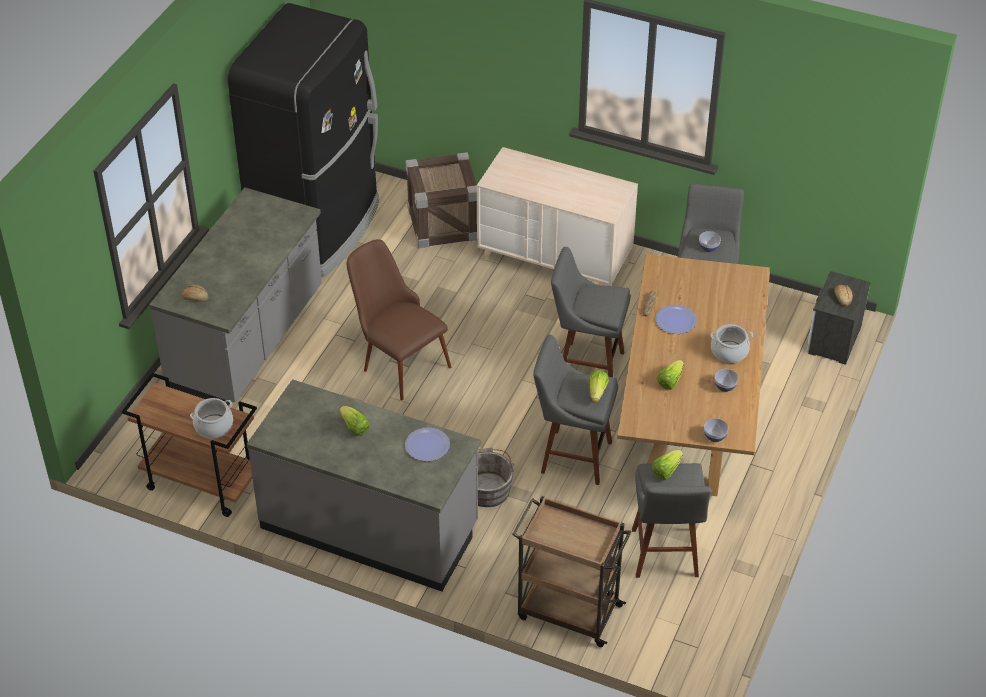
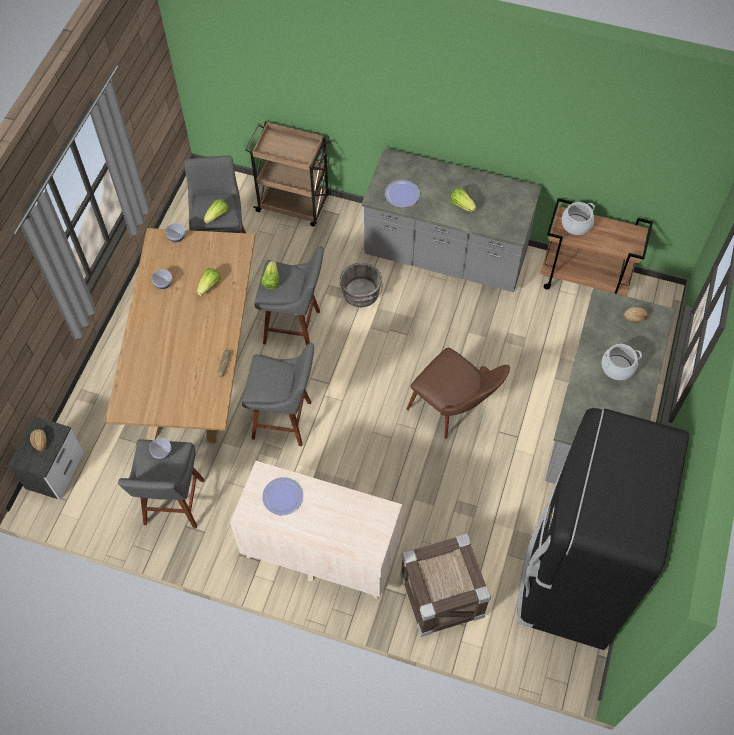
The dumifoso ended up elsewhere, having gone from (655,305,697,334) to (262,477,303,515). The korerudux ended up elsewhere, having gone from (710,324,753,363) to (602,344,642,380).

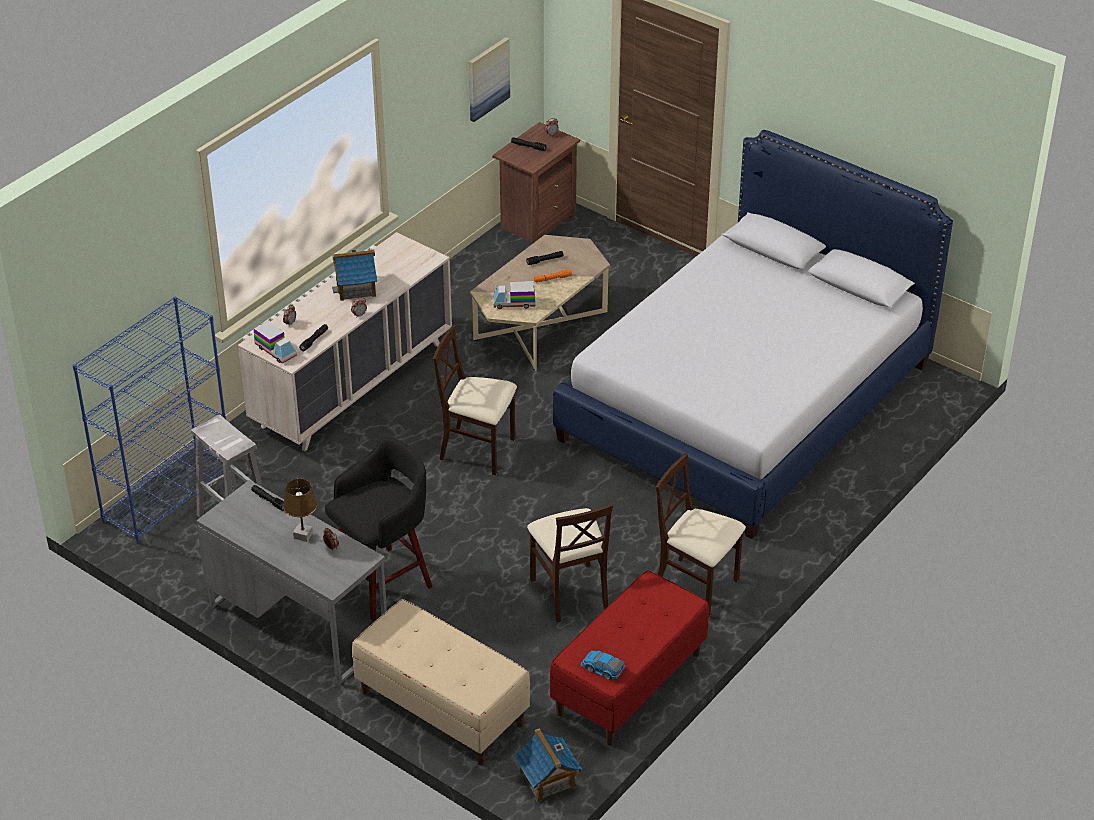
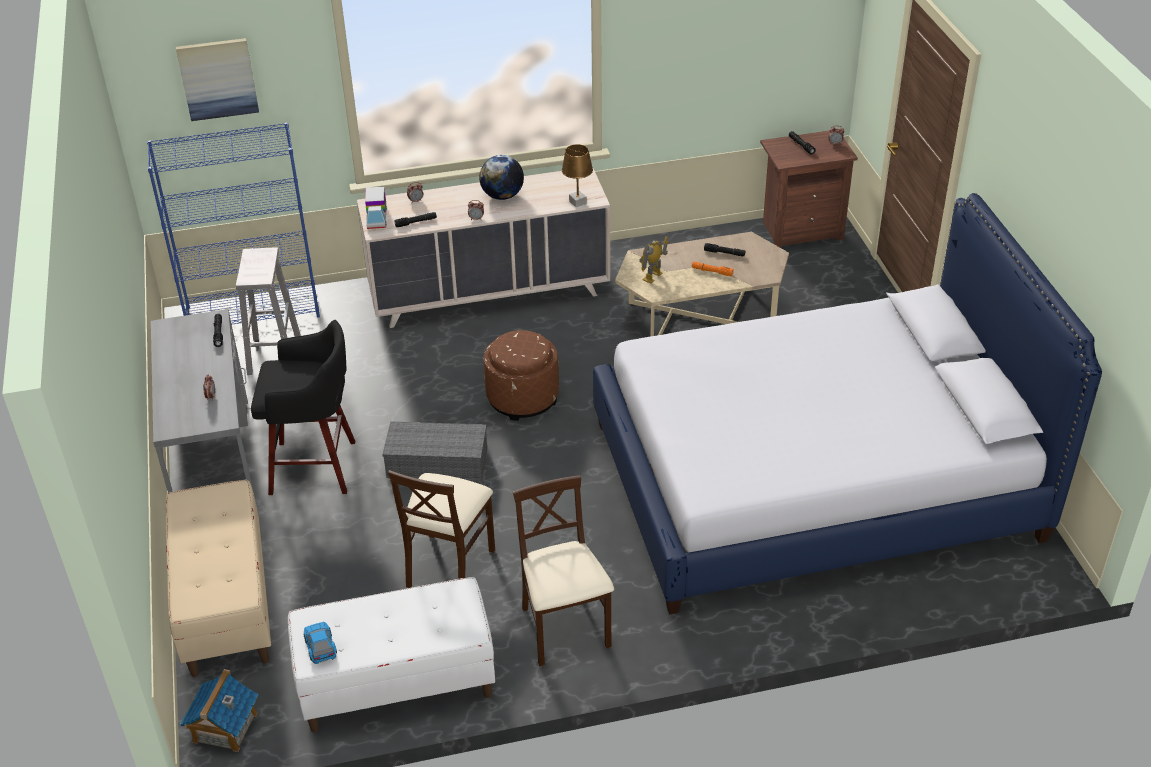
The second view gained the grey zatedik at (382,421,487,481). The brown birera ended up elsewhere, having gone from (283,479,317,542) to (562,144,593,207). The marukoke ended up elsewhere, having gone from (469,37,510,122) to (176,38,259,121). Where the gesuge stood at (332,249,377,301), the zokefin came to stand at (479,155,524,200). Where the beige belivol stood at (433,326,517,476), the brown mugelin came to stand at (483,330,559,421). Where the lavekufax stood at (493,281,535,309), the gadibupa came to stand at (639,236,668,284). What was the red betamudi at (550,570,709,745) turned into the white betamudi at (288,577,495,732).

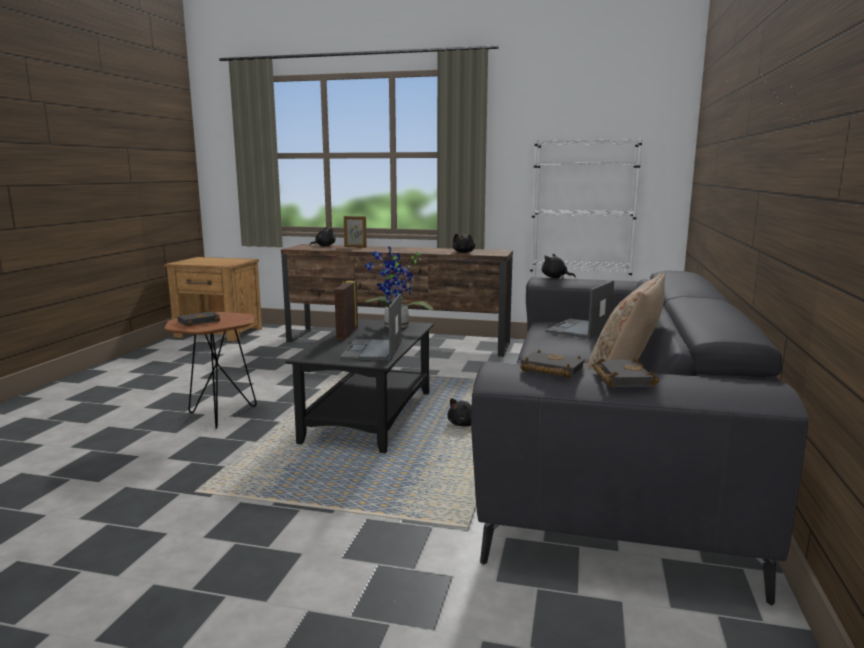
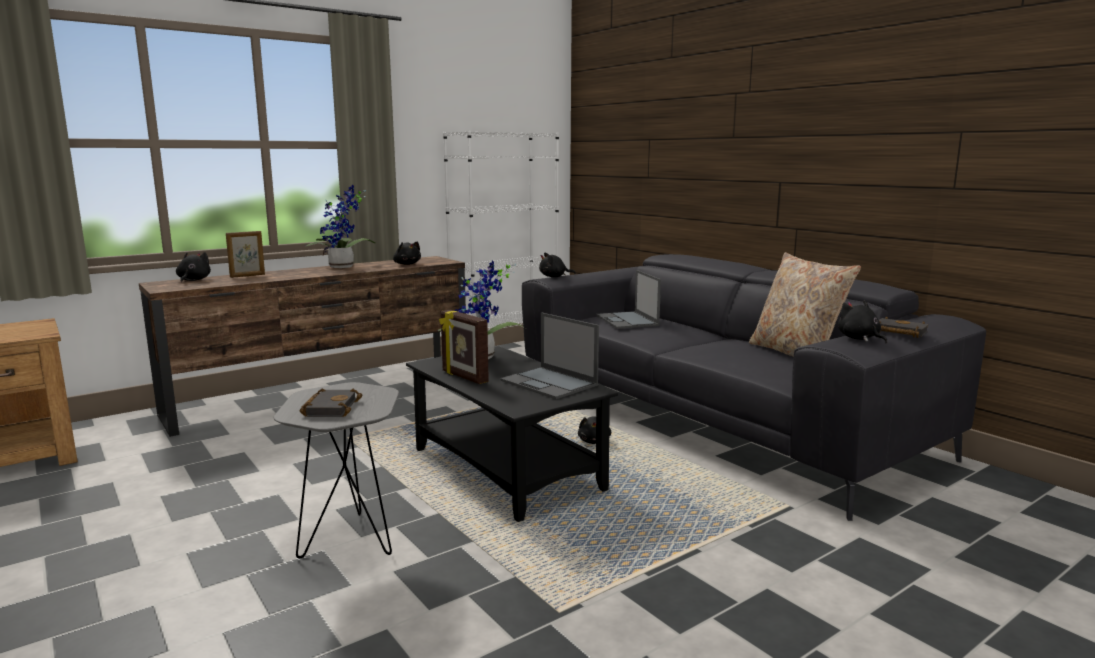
The second view gained the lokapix at (305,185,376,268). Where the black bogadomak stood at (520,350,585,378), the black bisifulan came to stand at (838,300,887,343). What was the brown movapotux at (164,312,257,429) turned into the grey movapotux at (274,382,399,559).

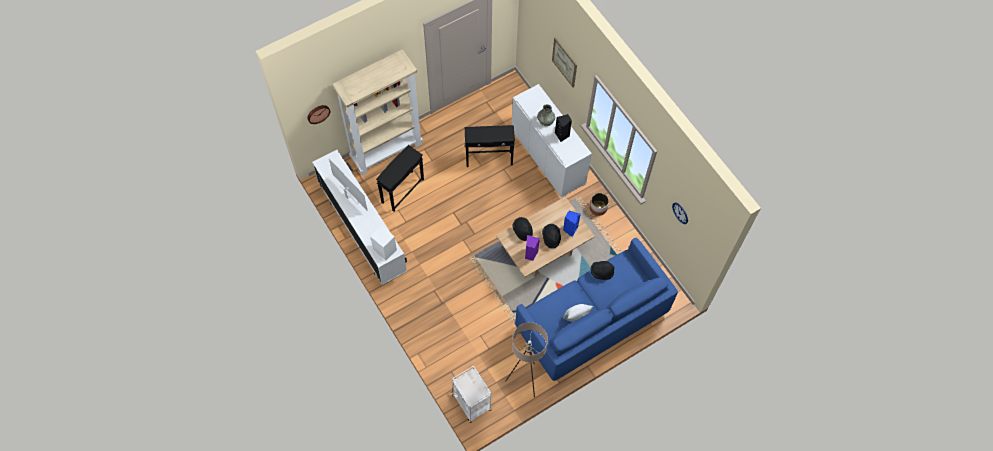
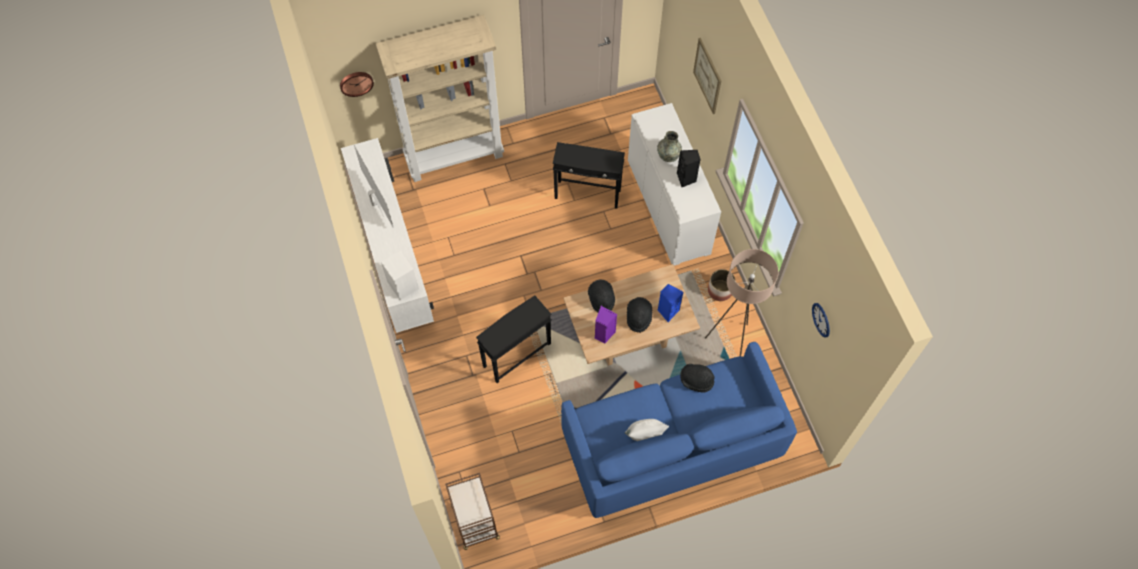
The black movapotux ended up elsewhere, having gone from (376,145,424,212) to (476,295,552,383). The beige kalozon ended up elsewhere, having gone from (506,322,548,397) to (705,249,779,356). What was the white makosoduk at (451,366,492,423) turned into the brown makosoduk at (445,473,500,550).

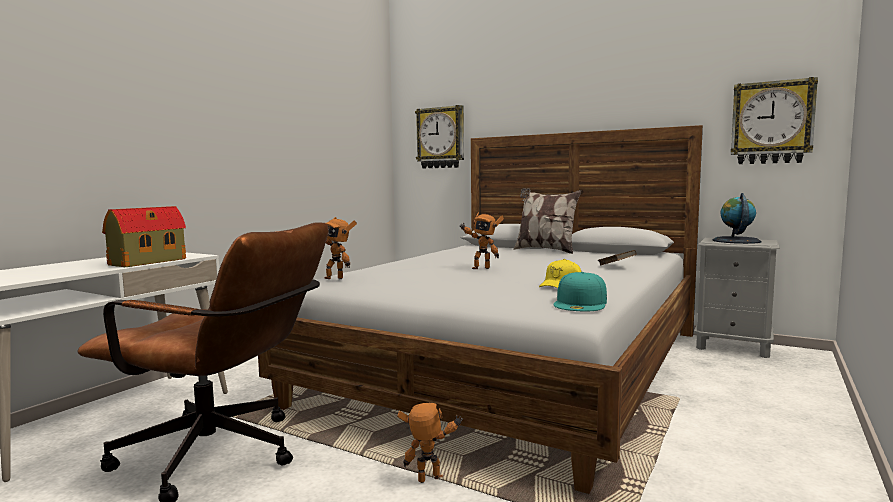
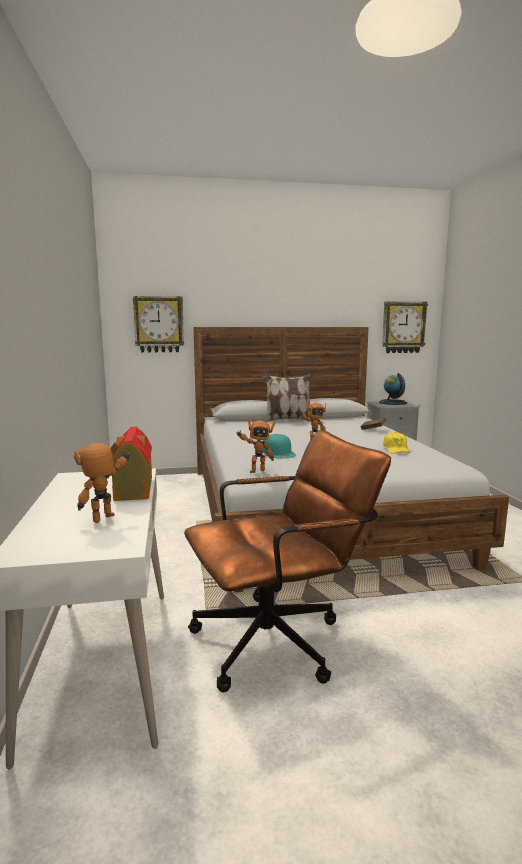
The gadibupa ended up elsewhere, having gone from (397,403,463,483) to (74,442,130,523). The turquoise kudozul ended up elsewhere, having gone from (554,272,607,311) to (262,434,296,458).

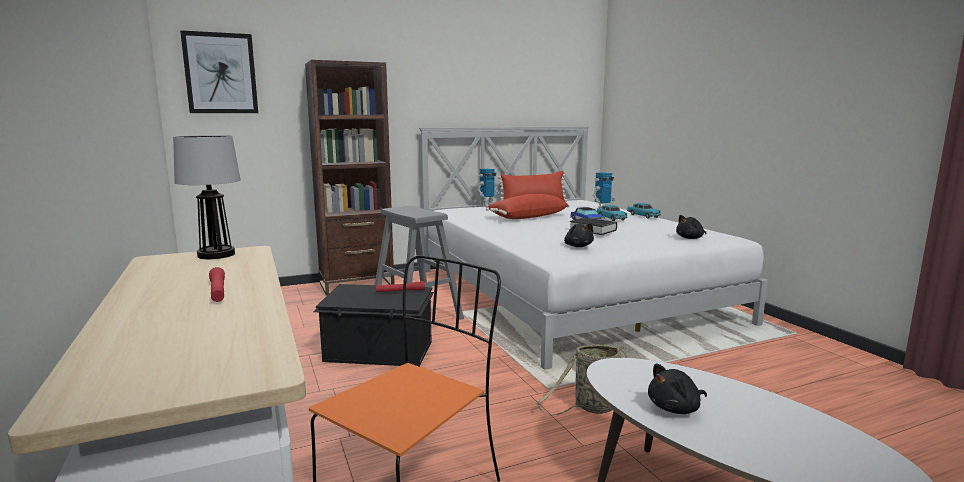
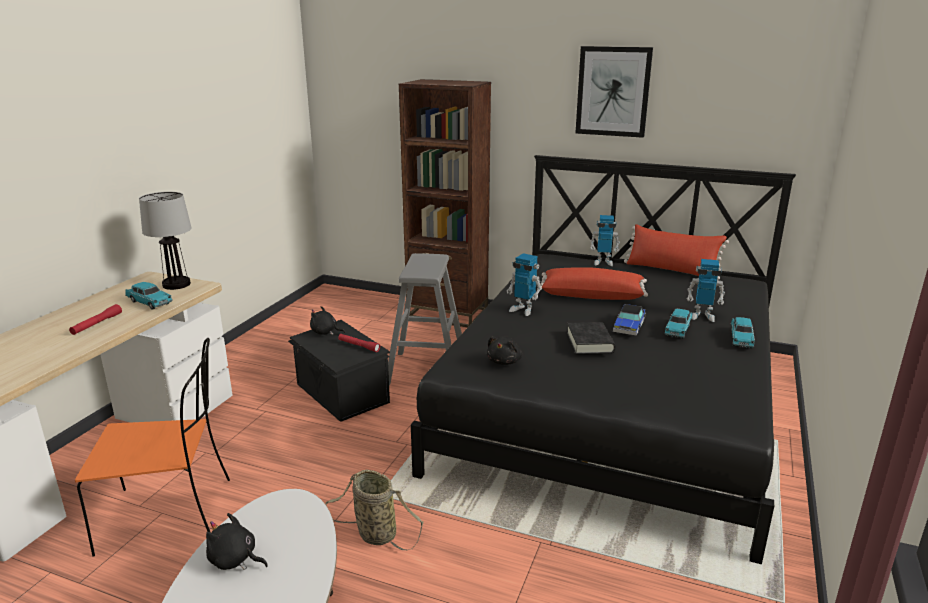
The second view gained the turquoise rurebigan at (125,282,173,310). The second view gained the gadibupa at (507,253,542,316). The marukoke ended up elsewhere, having gone from (180,30,258,113) to (576,46,653,138). The black bisifulan ended up elsewhere, having gone from (676,215,707,239) to (310,306,346,335). What was the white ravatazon at (419,126,768,370) turned into the black ravatazon at (411,155,796,564).

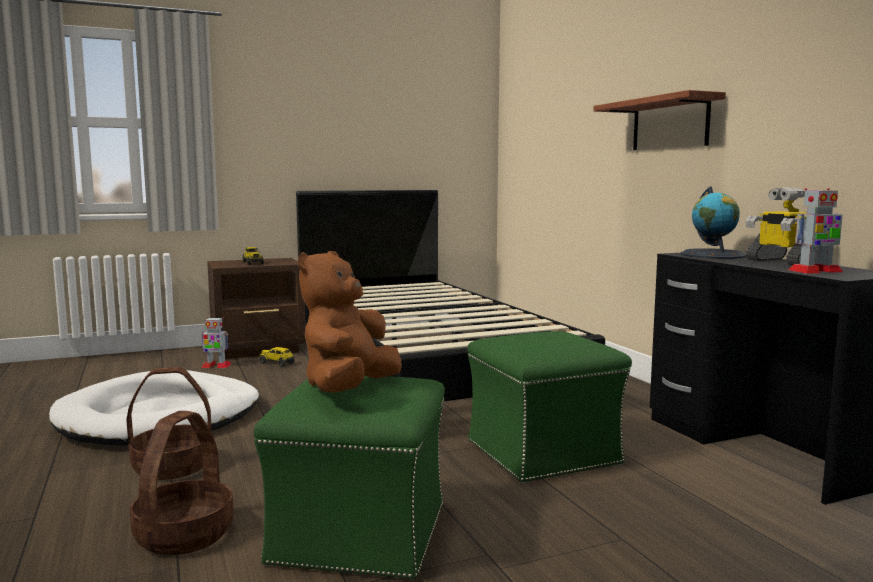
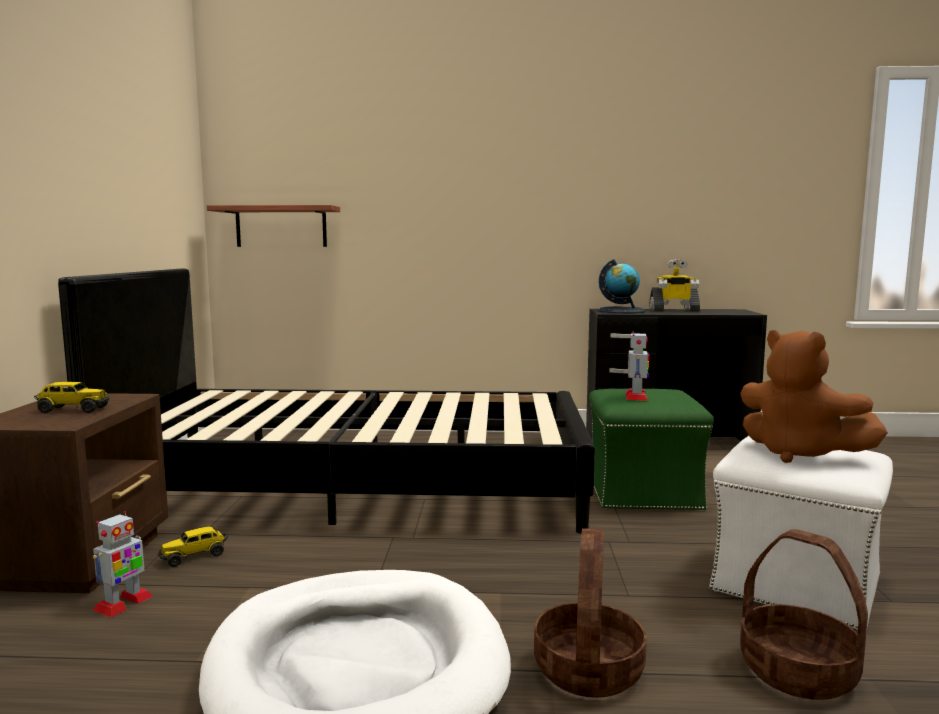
The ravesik ended up elsewhere, having gone from (593,90,726,150) to (207,205,340,247). The gadibupa ended up elsewhere, having gone from (788,188,843,274) to (626,331,650,401). What was the green mugelin at (254,376,445,579) turned into the white mugelin at (709,436,893,631).

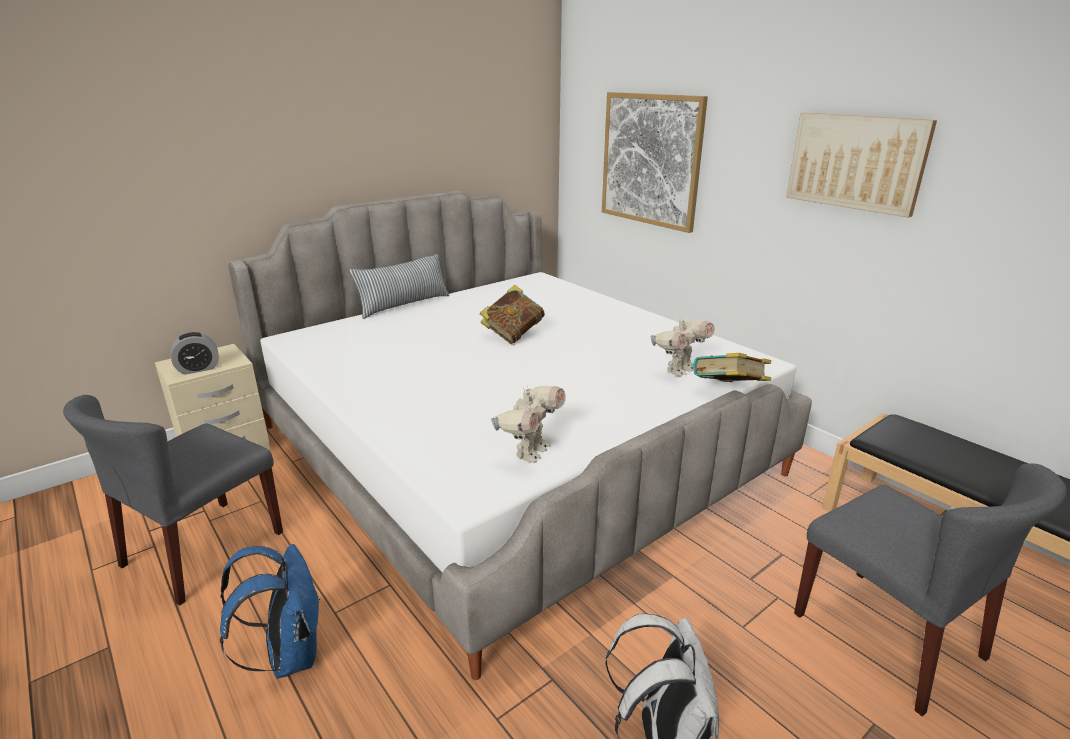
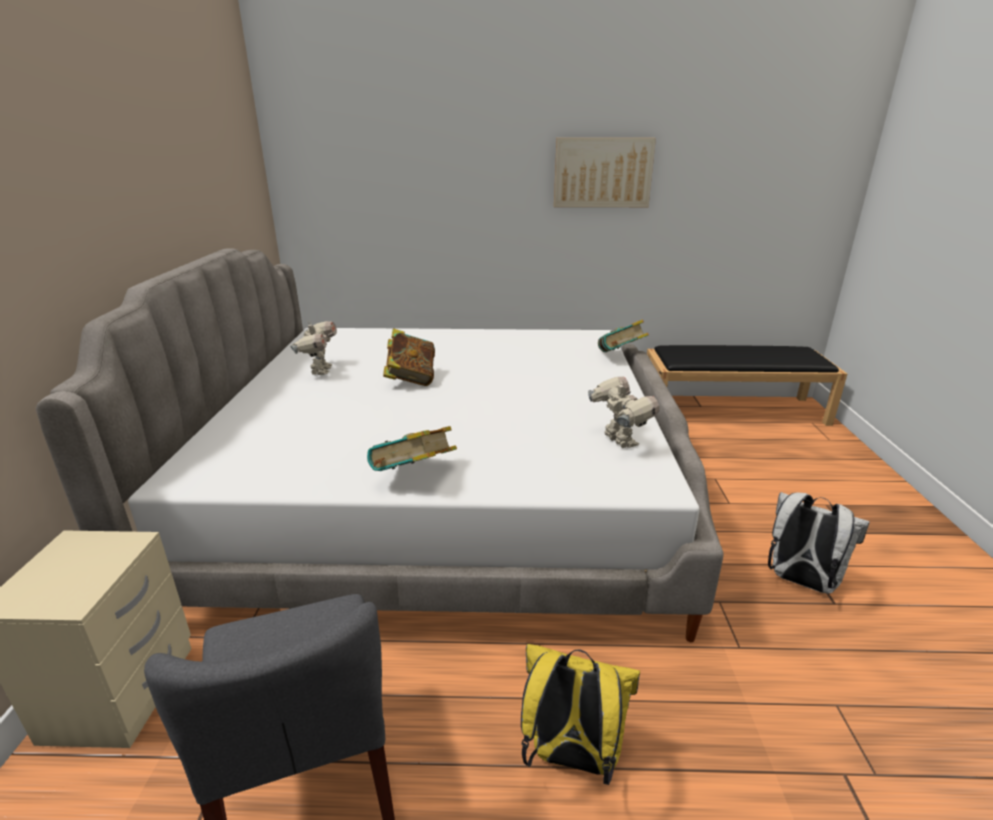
The second view lost the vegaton at (171,332,219,375). The second view lost the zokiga at (349,254,449,319). The second view lost the marukoke at (602,92,708,233). The second view lost the grey belivol at (794,463,1067,716). The second view gained the bogadomak at (367,426,457,471). The gadibupa ended up elsewhere, having gone from (651,315,715,376) to (290,320,337,375). What was the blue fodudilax at (220,544,320,679) turned into the yellow fodudilax at (521,644,640,785).

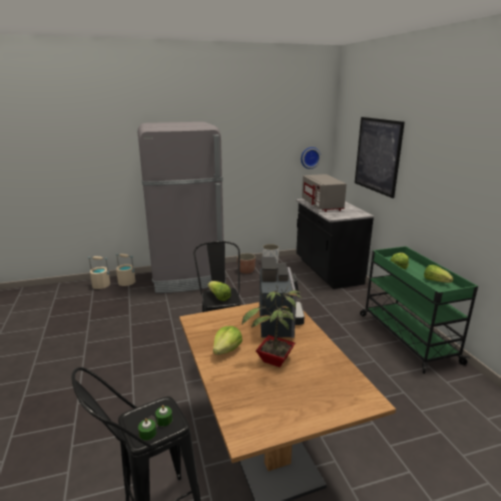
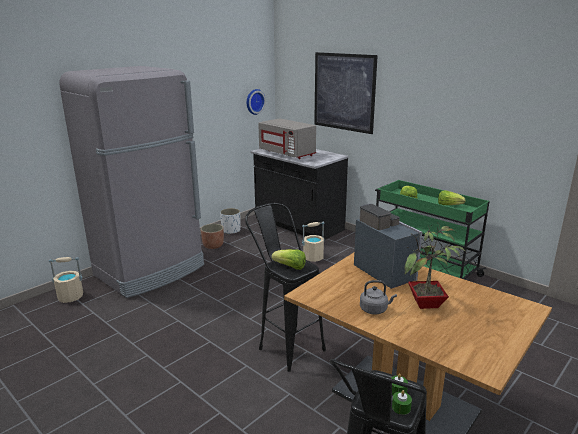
The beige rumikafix ended up elsewhere, having gone from (88,256,110,289) to (302,222,325,262). Where the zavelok stood at (213,326,243,355), the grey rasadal came to stand at (360,280,397,315).

